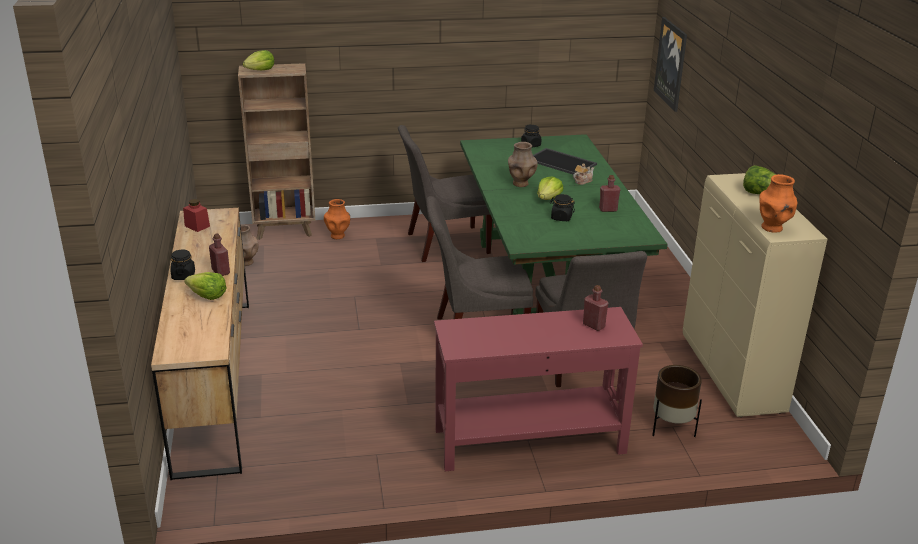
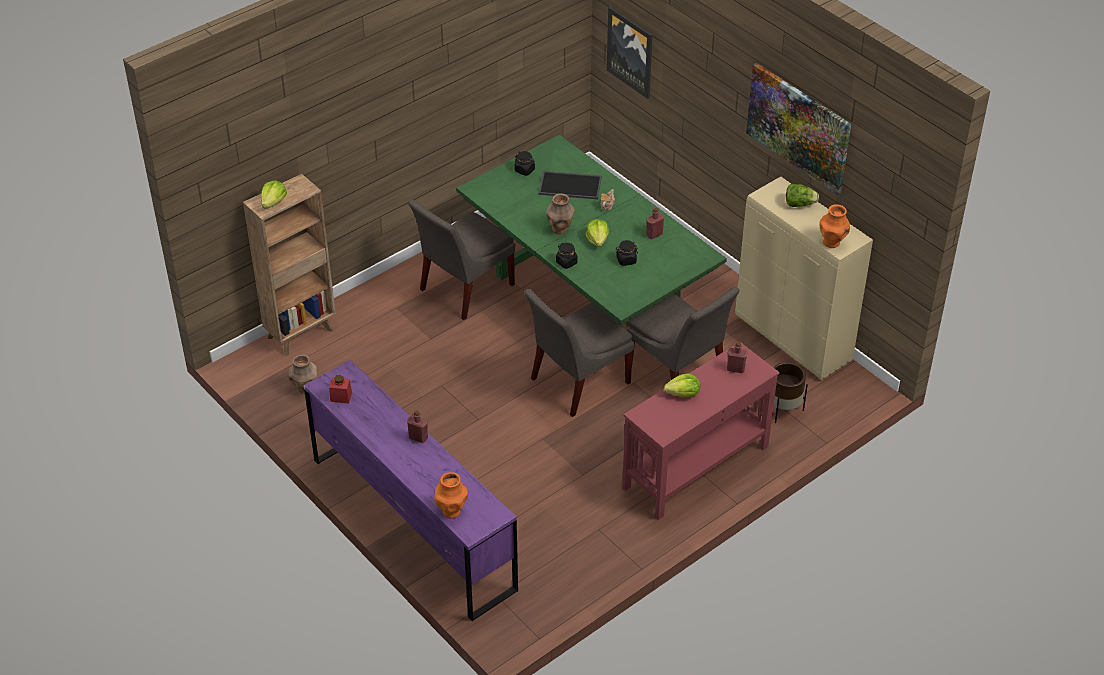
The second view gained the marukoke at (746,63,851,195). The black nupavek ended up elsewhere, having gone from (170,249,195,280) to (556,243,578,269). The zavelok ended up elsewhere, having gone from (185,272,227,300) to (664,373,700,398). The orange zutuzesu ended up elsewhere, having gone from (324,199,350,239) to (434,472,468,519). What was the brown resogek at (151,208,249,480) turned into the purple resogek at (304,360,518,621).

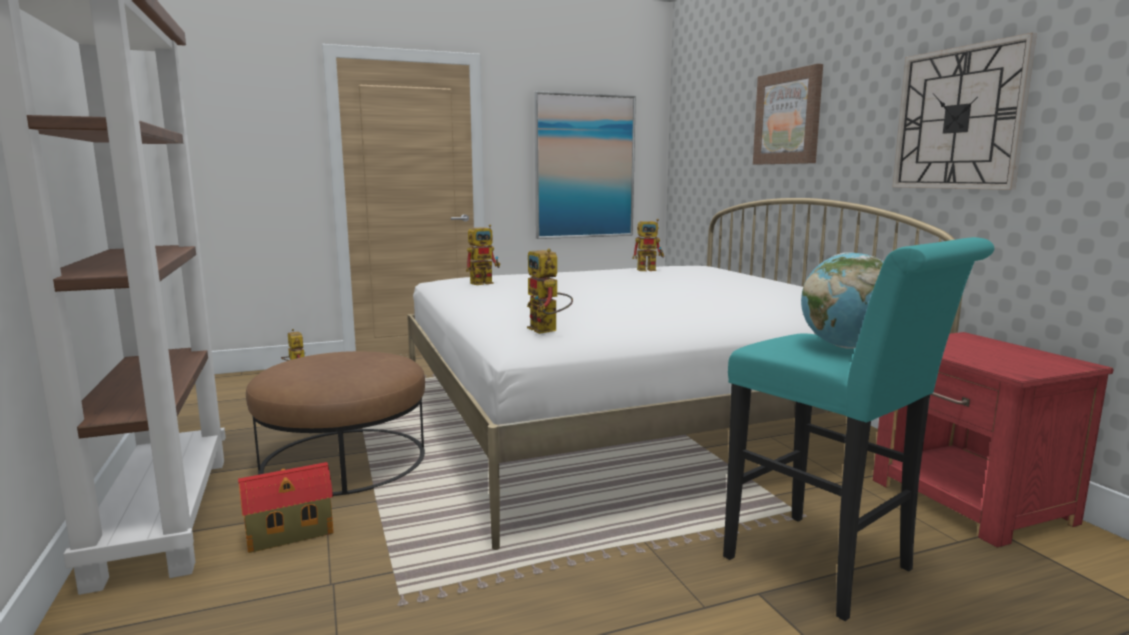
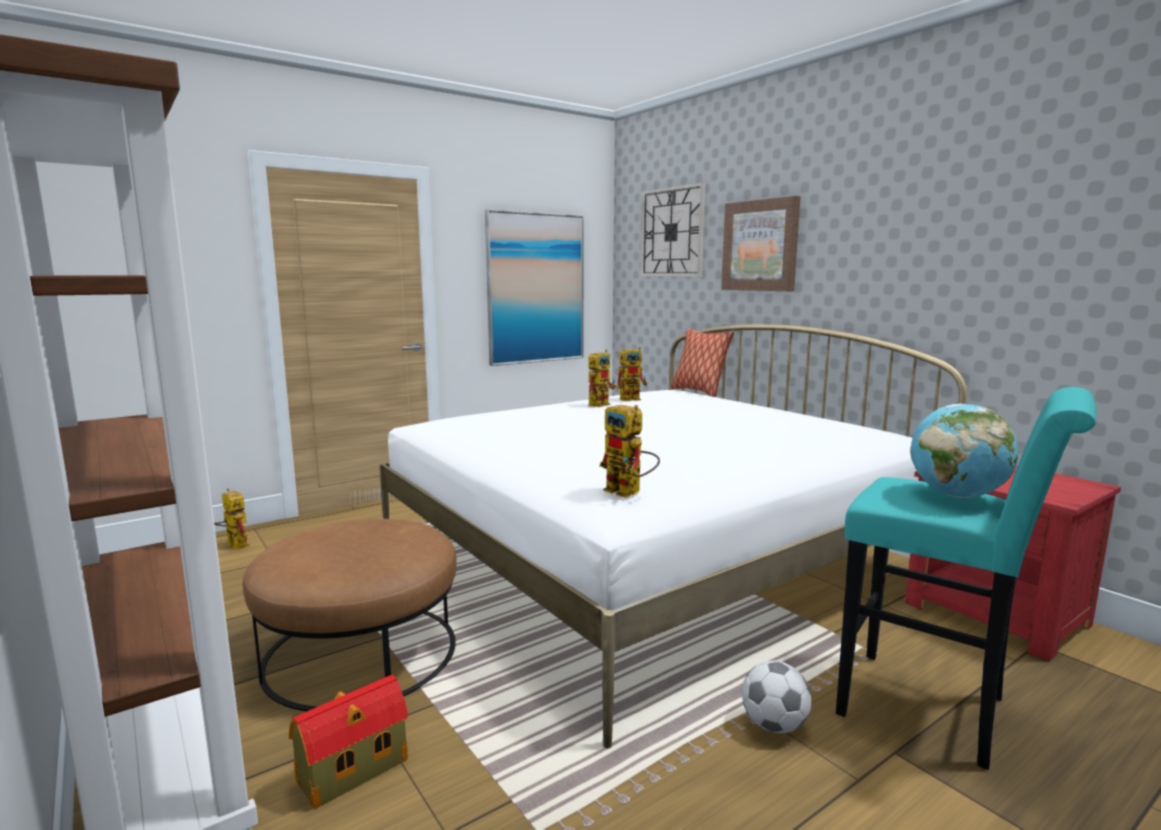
The second view gained the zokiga at (671,328,734,397). The second view gained the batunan at (742,661,812,733). The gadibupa ended up elsewhere, having gone from (466,225,500,285) to (588,350,616,407). The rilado ended up elsewhere, having gone from (893,33,1037,190) to (640,182,706,277).

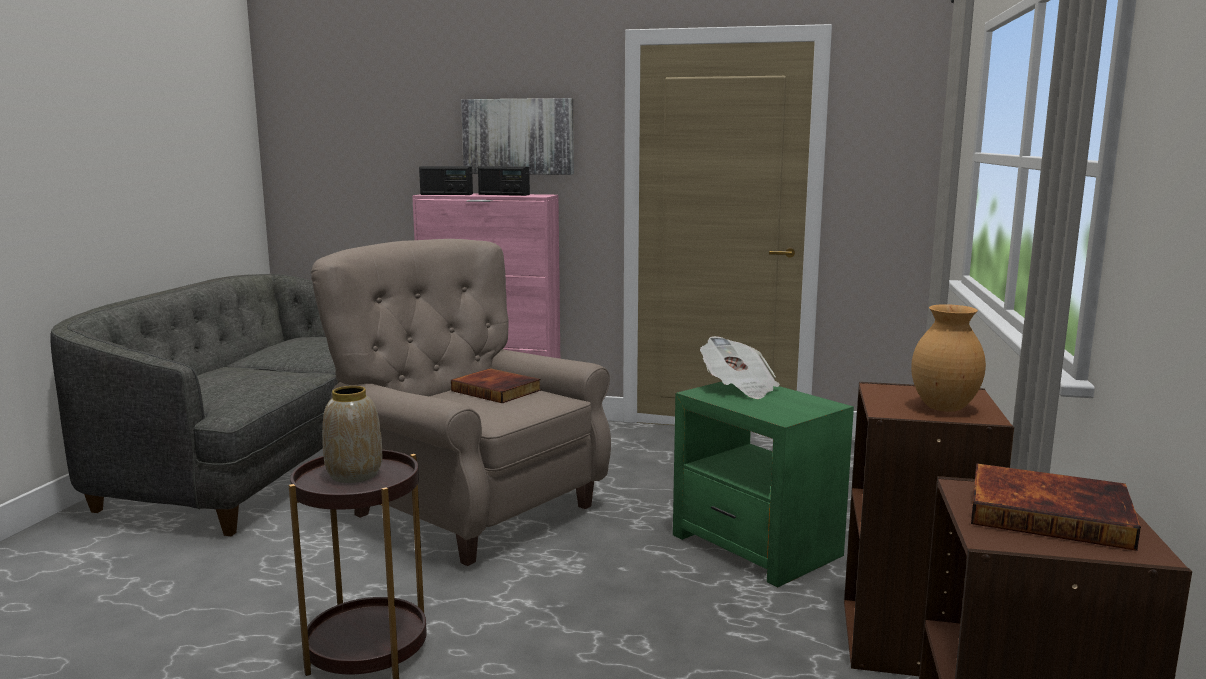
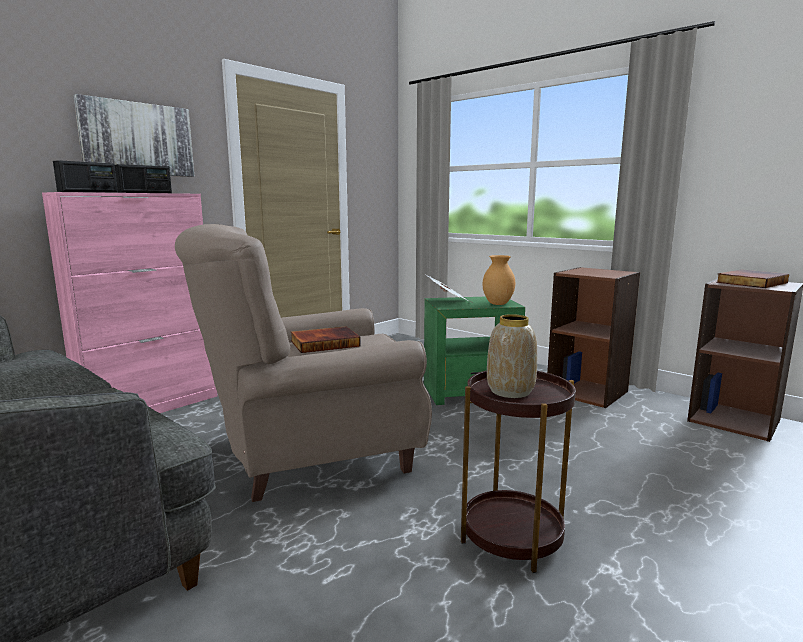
The brown zutuzesu ended up elsewhere, having gone from (911,304,986,412) to (483,255,515,305).

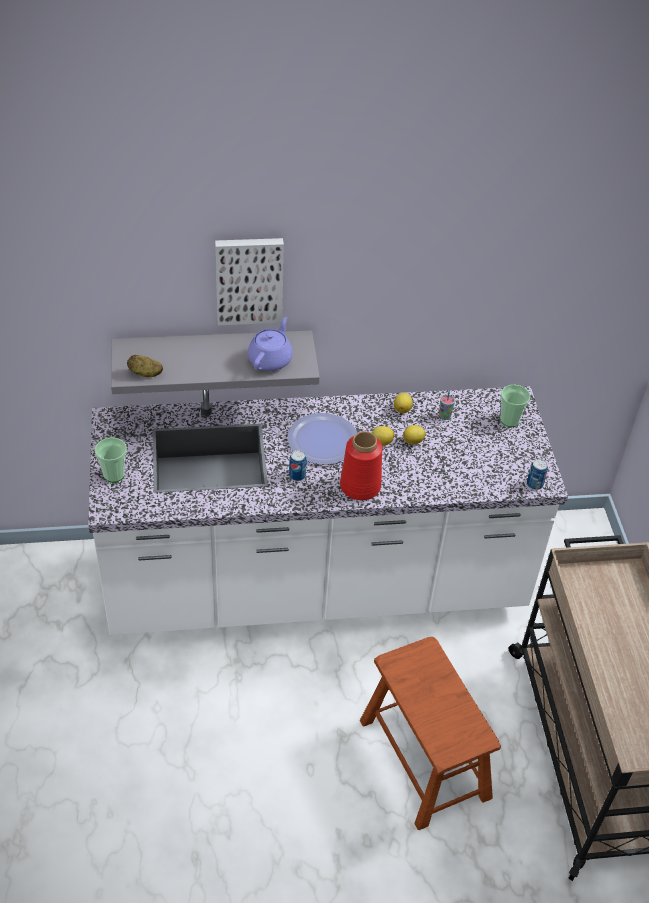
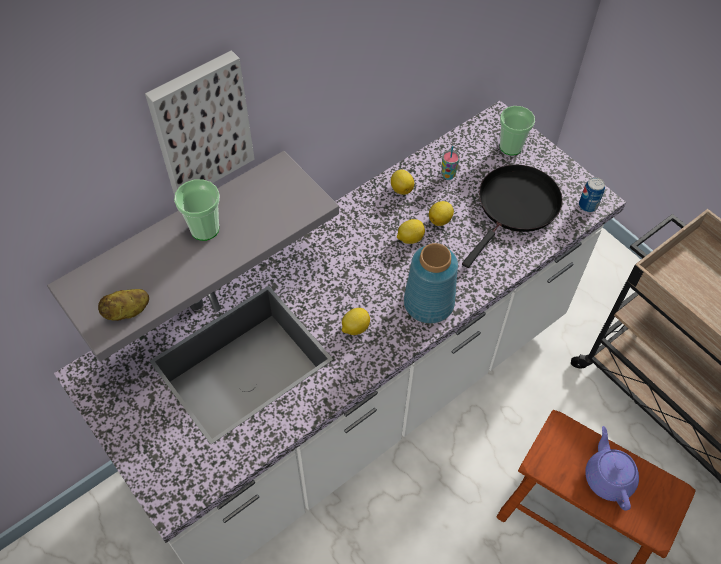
The second view lost the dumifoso at (288,413,357,465). The second view gained the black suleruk at (462,165,563,268). The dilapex ended up elsewhere, having gone from (95,437,127,482) to (174,179,220,241). The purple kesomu ended up elsewhere, having gone from (248,317,293,371) to (585,426,639,511). Where the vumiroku stood at (289,450,307,481), the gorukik came to stand at (342,308,370,335). What was the red zutuzesu at (340,431,383,500) turned into the blue zutuzesu at (404,243,458,323).

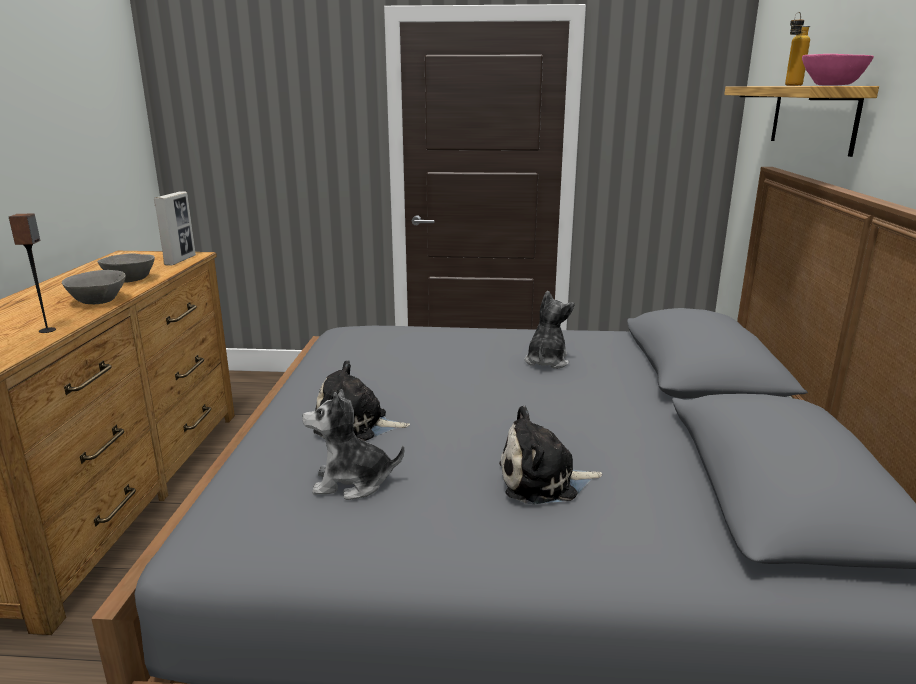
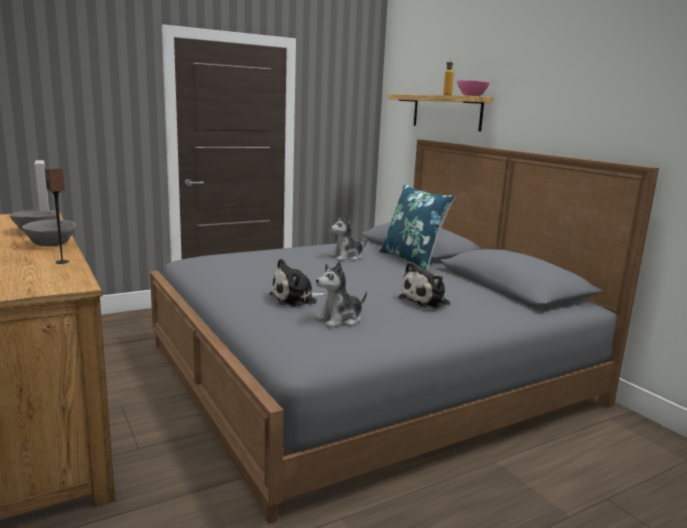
The second view gained the blue zokiga at (379,184,456,271). The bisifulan at (524,291,575,369) ended up facing another way, 105 degrees counterclockwise from before.

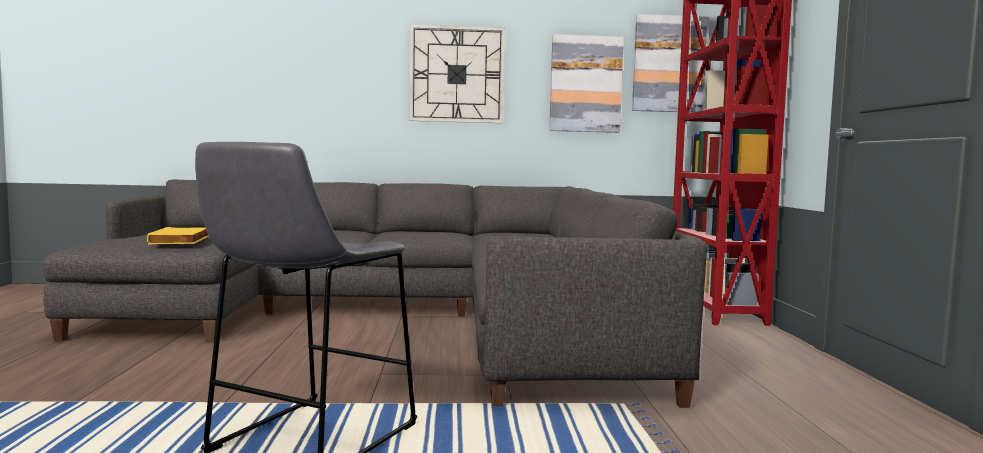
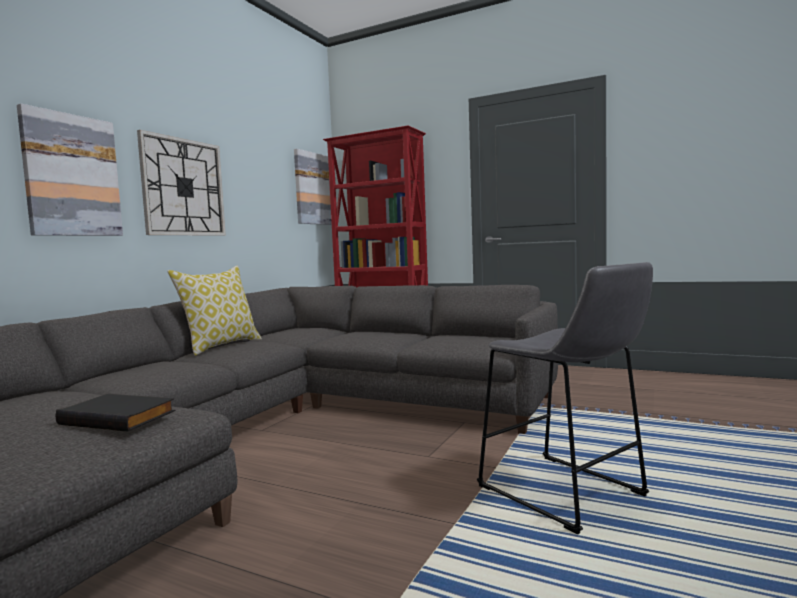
The second view gained the zokiga at (167,266,262,356). The marukoke ended up elsewhere, having gone from (549,34,624,133) to (17,104,123,236). What was the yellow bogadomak at (147,227,209,244) turned into the black bogadomak at (55,394,175,432).

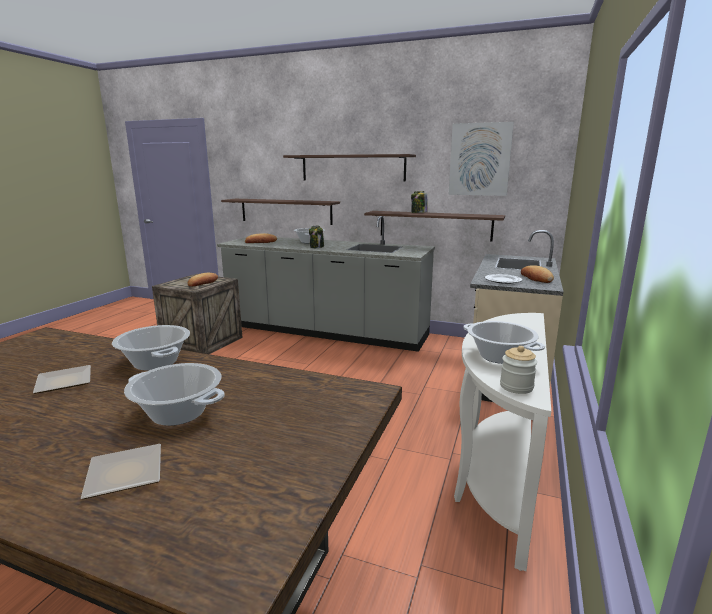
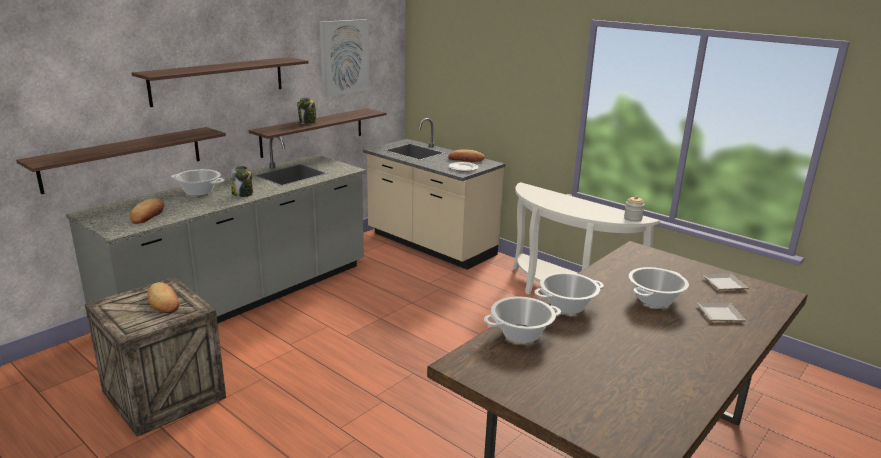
The dumifoso ended up elsewhere, having gone from (33,365,91,394) to (702,273,749,290). The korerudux ended up elsewhere, having gone from (463,321,545,364) to (484,297,561,343).

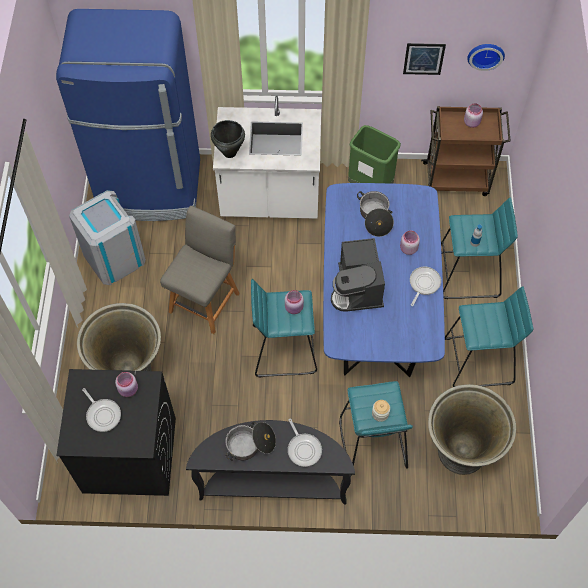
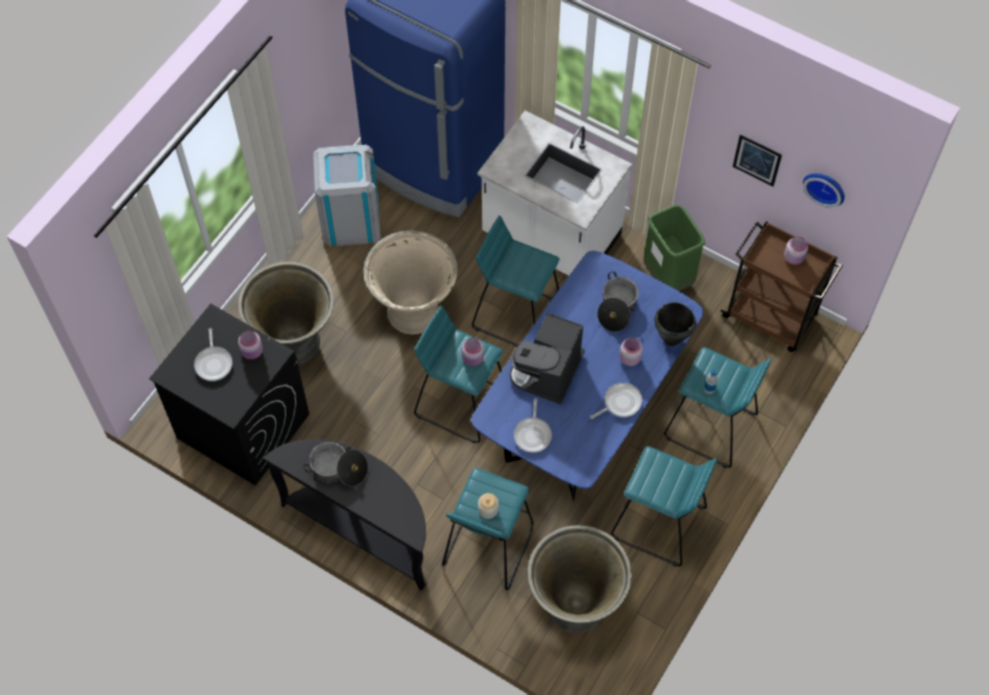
The second view gained the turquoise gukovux at (472,215,560,347). The black korerudux ended up elsewhere, having gone from (211,120,245,158) to (655,302,696,346). The suleruk ended up elsewhere, having gone from (288,419,322,467) to (514,398,552,453). Where the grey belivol stood at (160,206,240,334), the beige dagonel came to stand at (364,231,458,335).

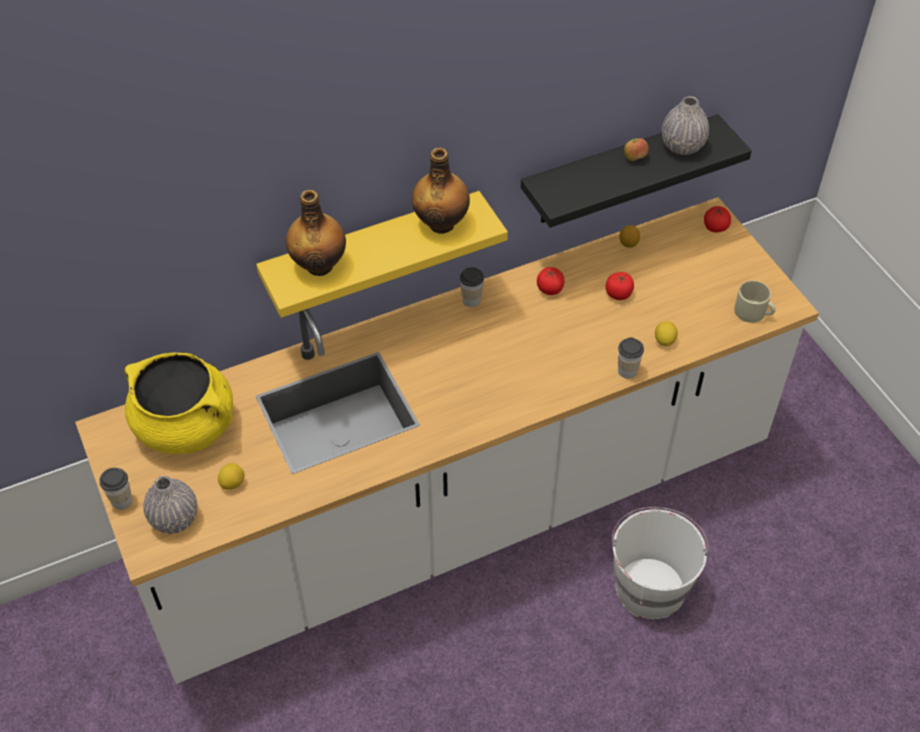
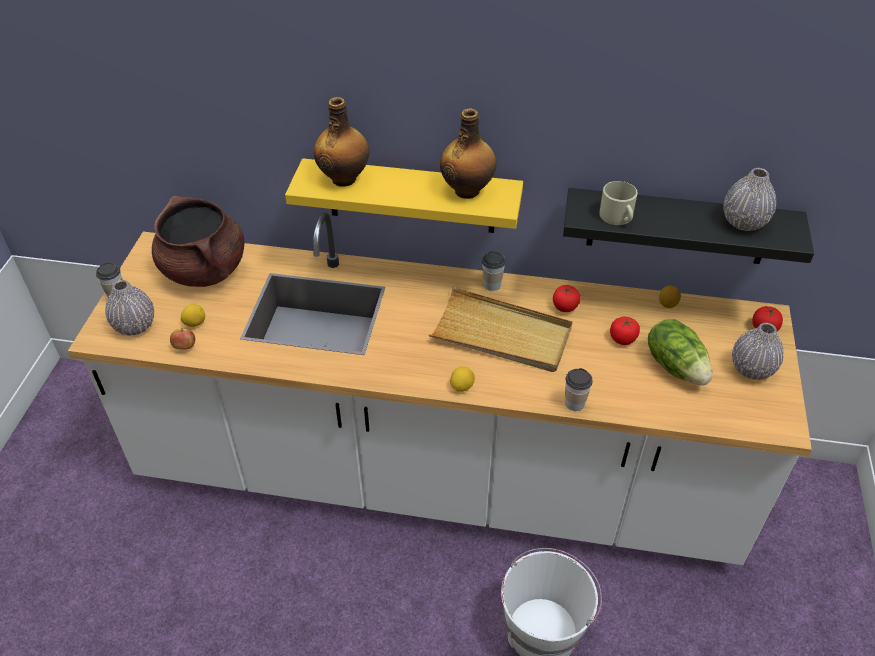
The second view gained the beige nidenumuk at (429,287,573,372). The second view gained the zavelok at (648,319,713,385). The second view gained the grey zutuzesu at (732,323,784,380). The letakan ended up elsewhere, having gone from (624,138,649,161) to (170,328,195,350). The gorukik ended up elsewhere, having gone from (655,321,678,346) to (450,366,475,392). The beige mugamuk ended up elsewhere, having gone from (734,281,776,323) to (600,181,638,225). What was the yellow korerudux at (125,353,233,454) turned into the brown korerudux at (152,196,245,287).

